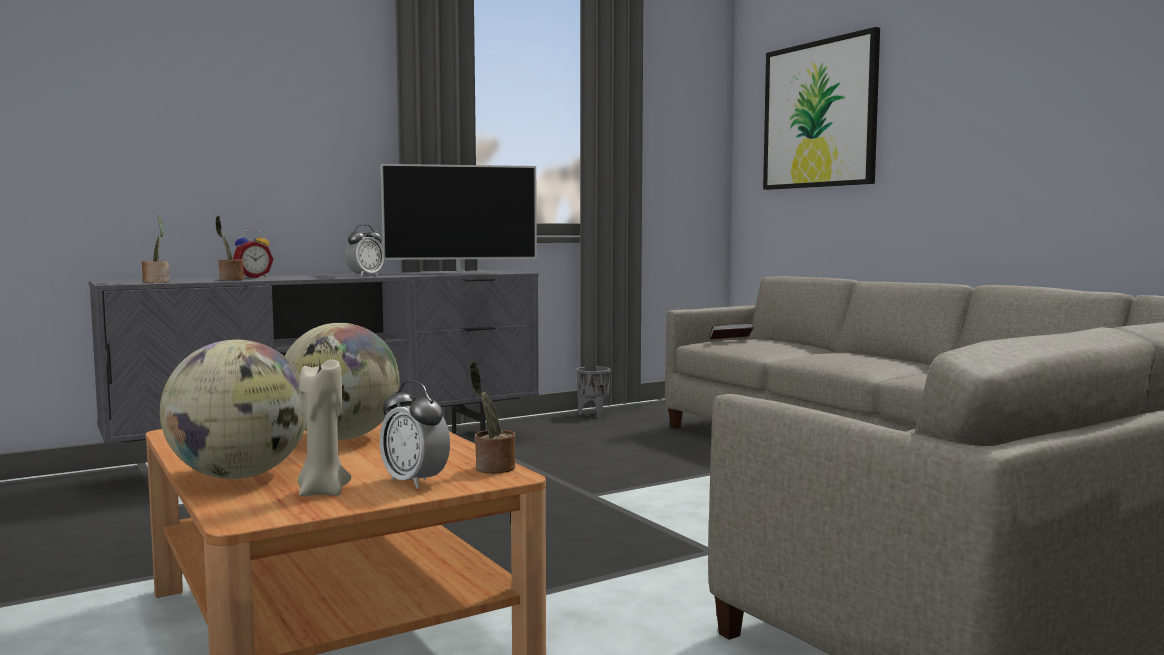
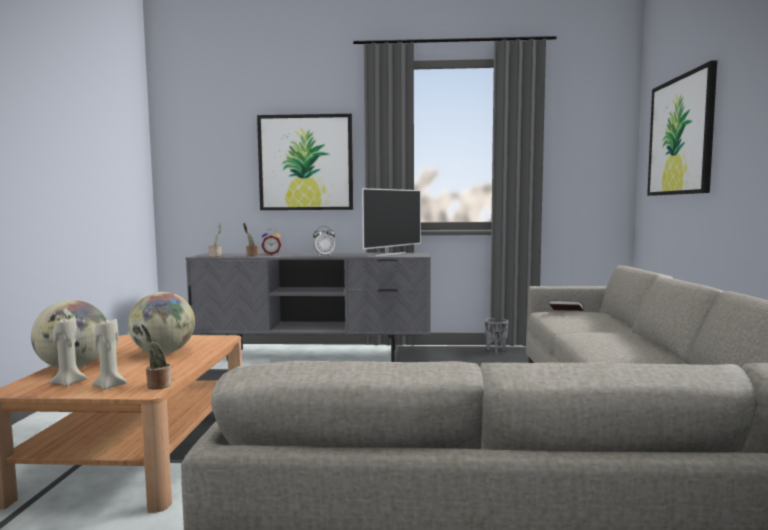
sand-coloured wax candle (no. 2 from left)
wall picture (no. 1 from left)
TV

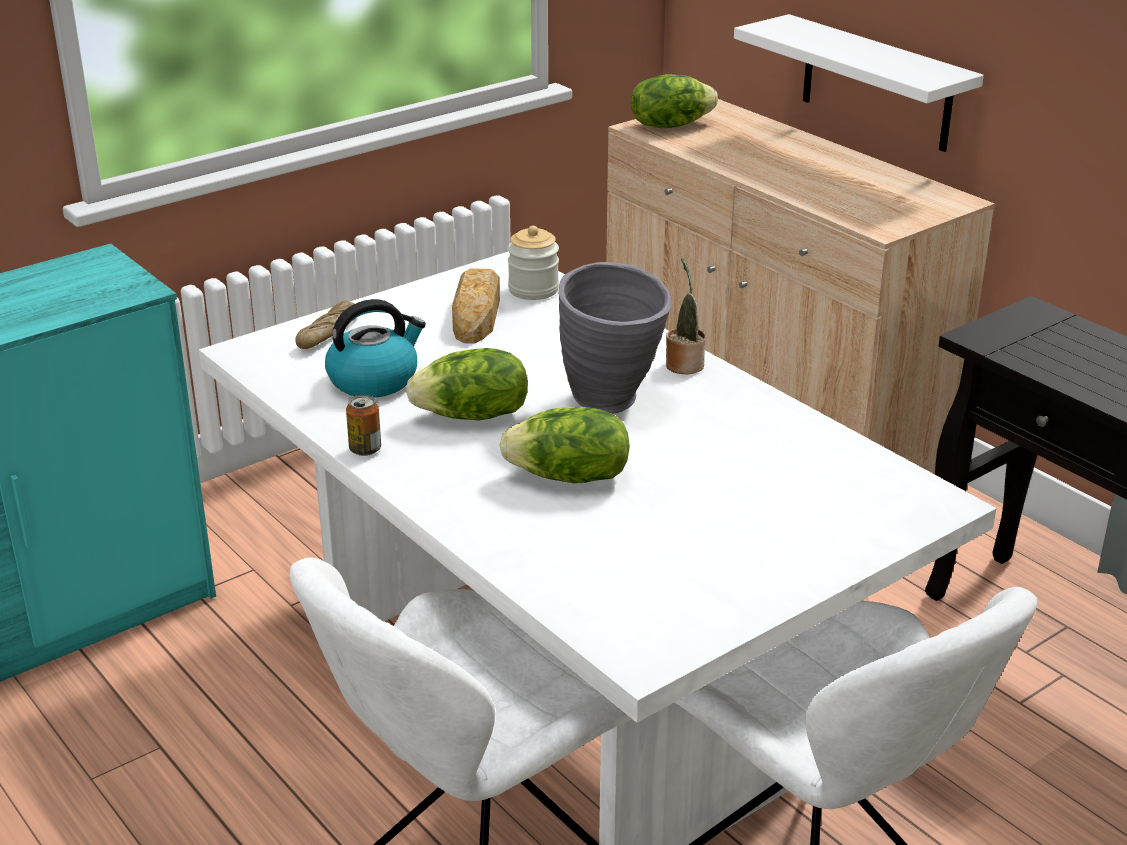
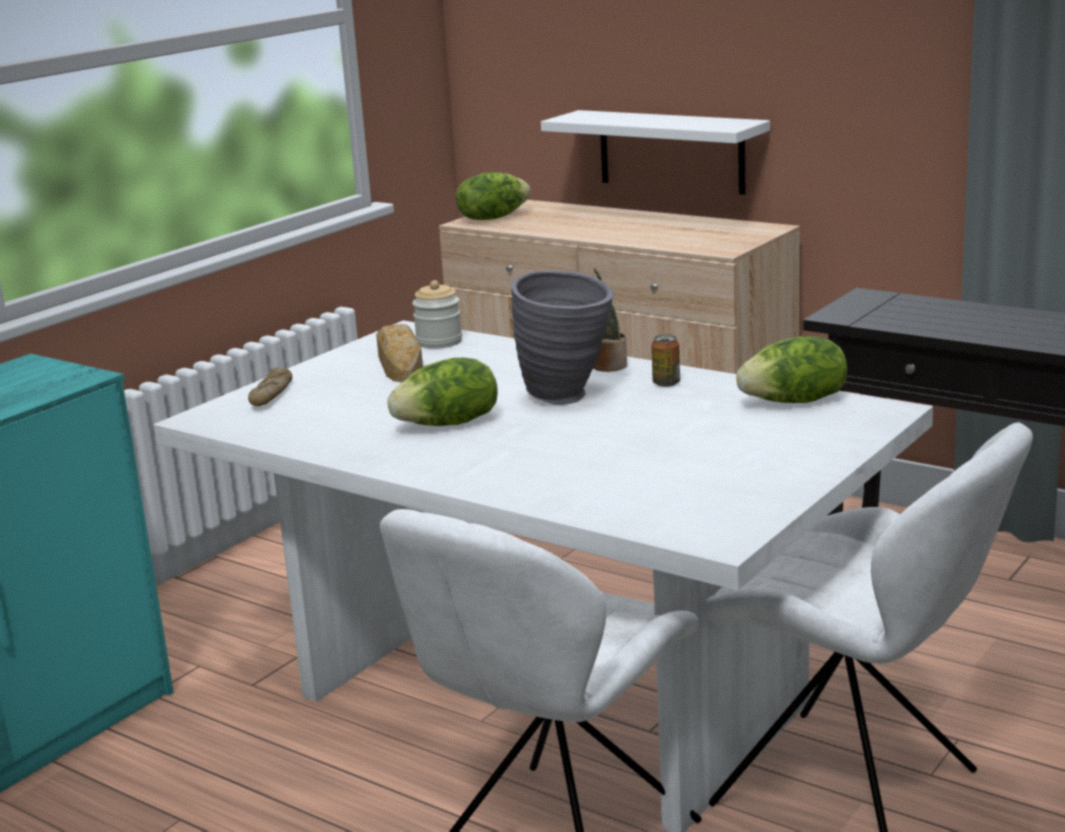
can
lettuce (no. 3 from left)
kettle

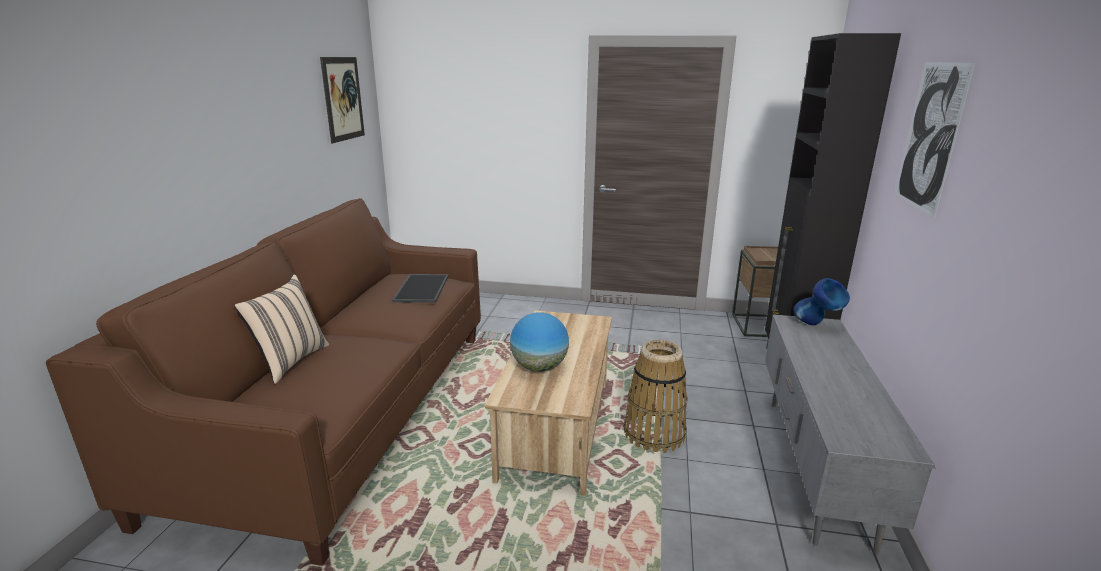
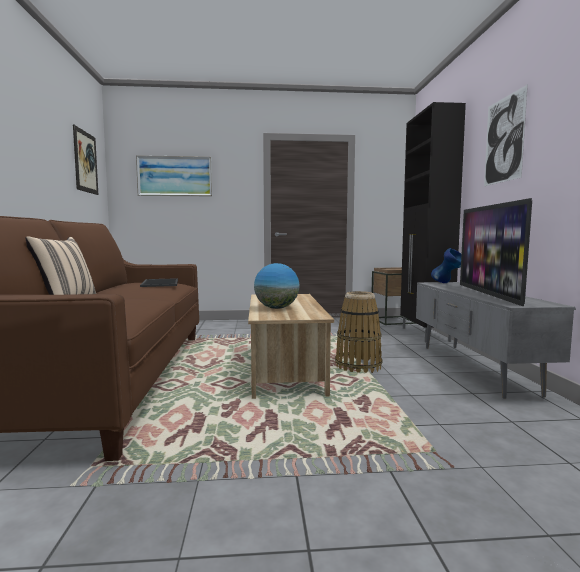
wall picture (no. 2 from left)
TV

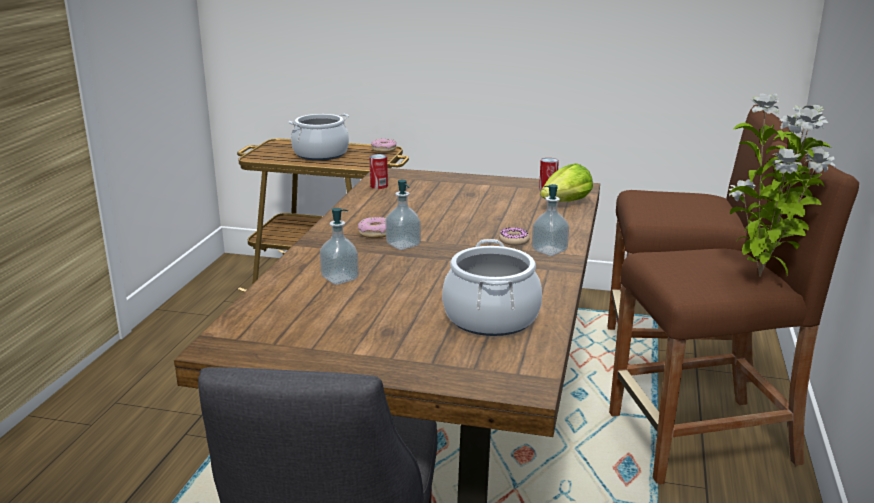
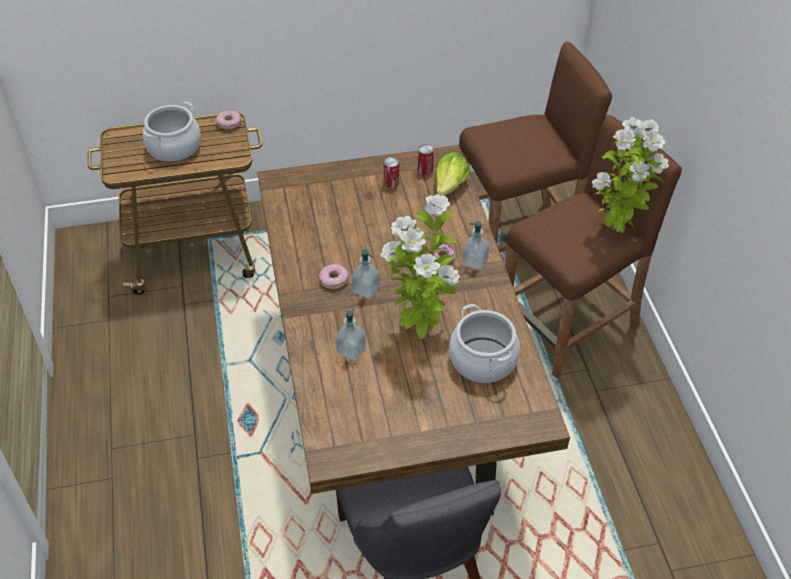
houseplant (no. 1 from left)
can (no. 1 from left)

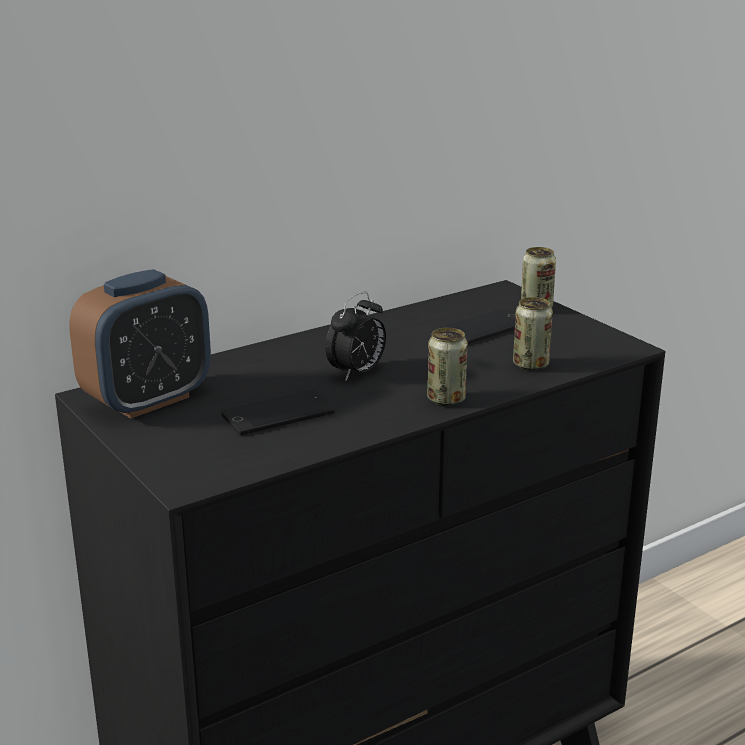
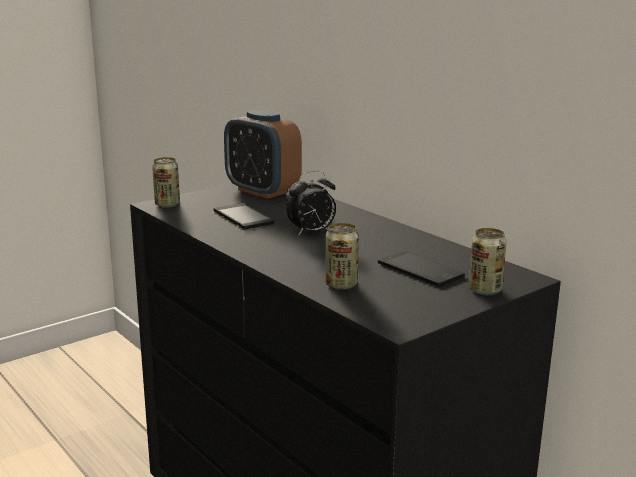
can (no. 1 from left)
alarm clock (no. 2 from left)

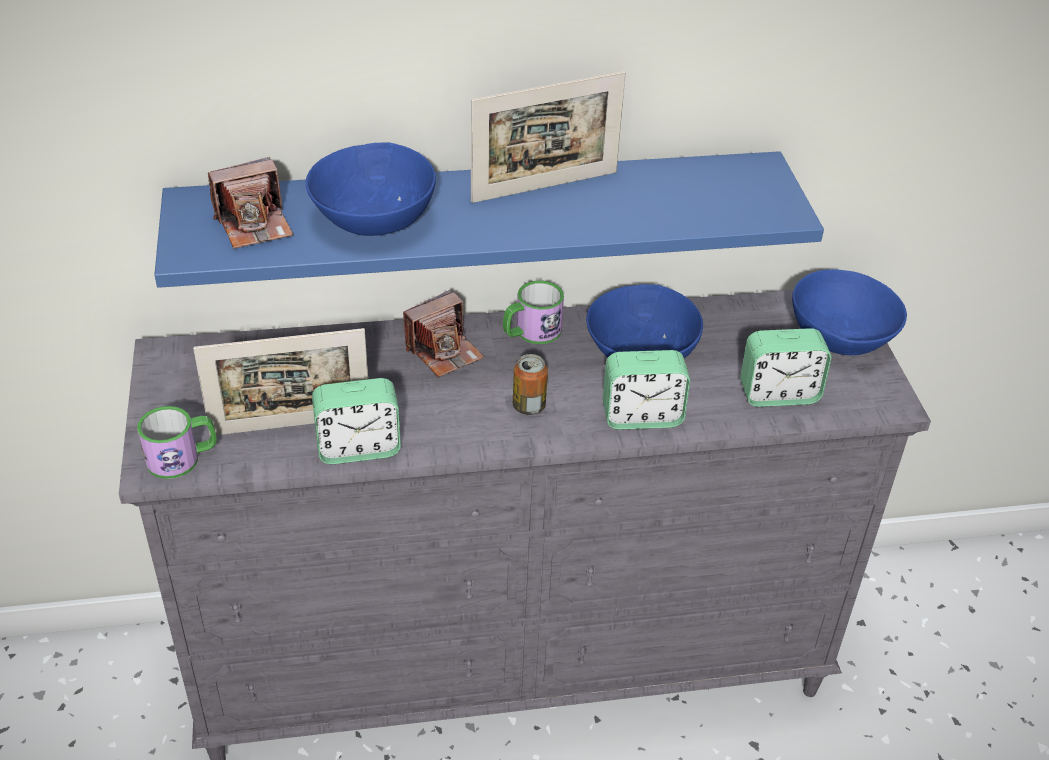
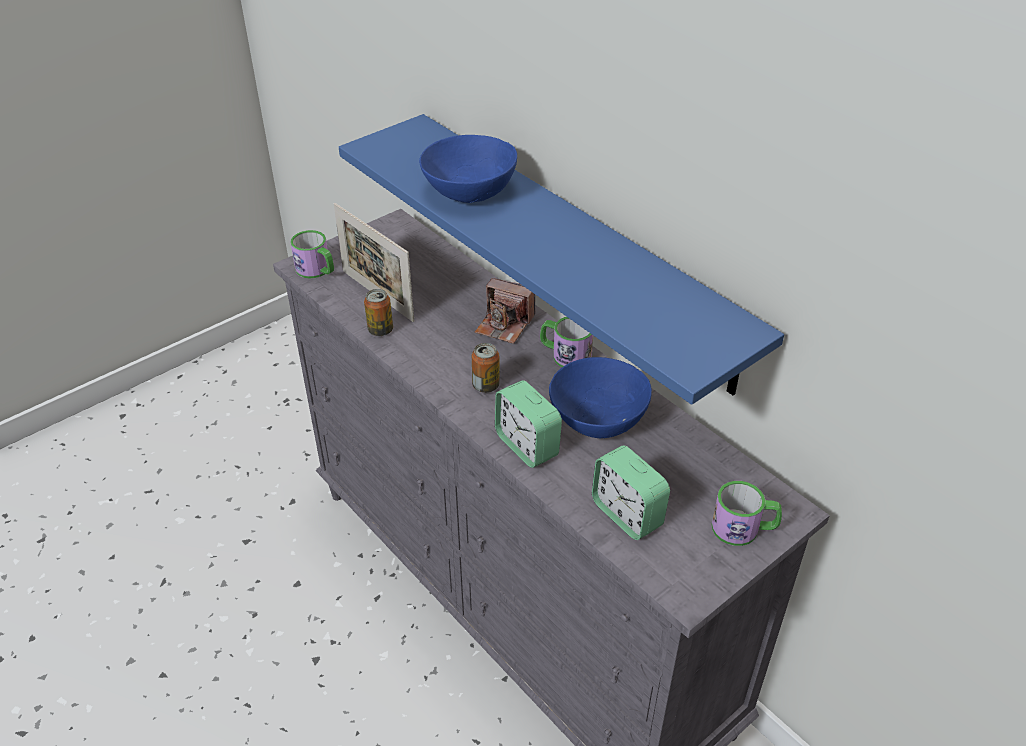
can (no. 1 from left)
tea mug (no. 3 from left)
photo camera (no. 1 from left in the first image)
picture frame (no. 2 from left in the first image)

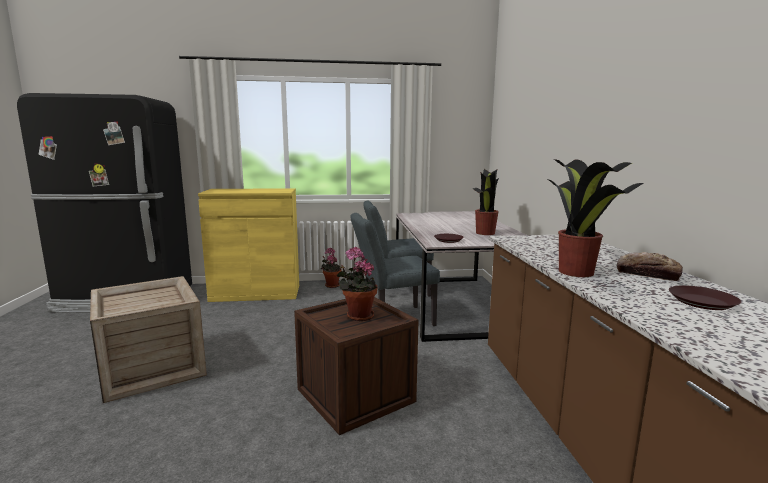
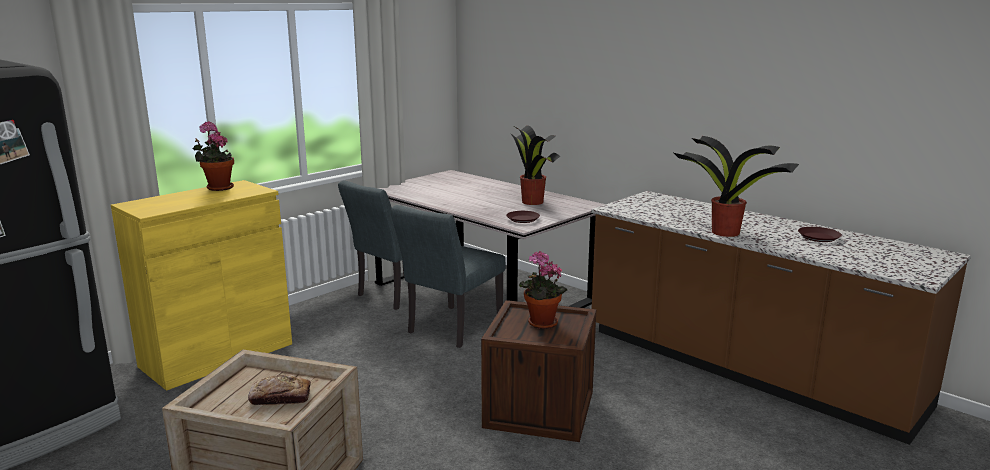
houseplant (no. 1 from left)
baked bread

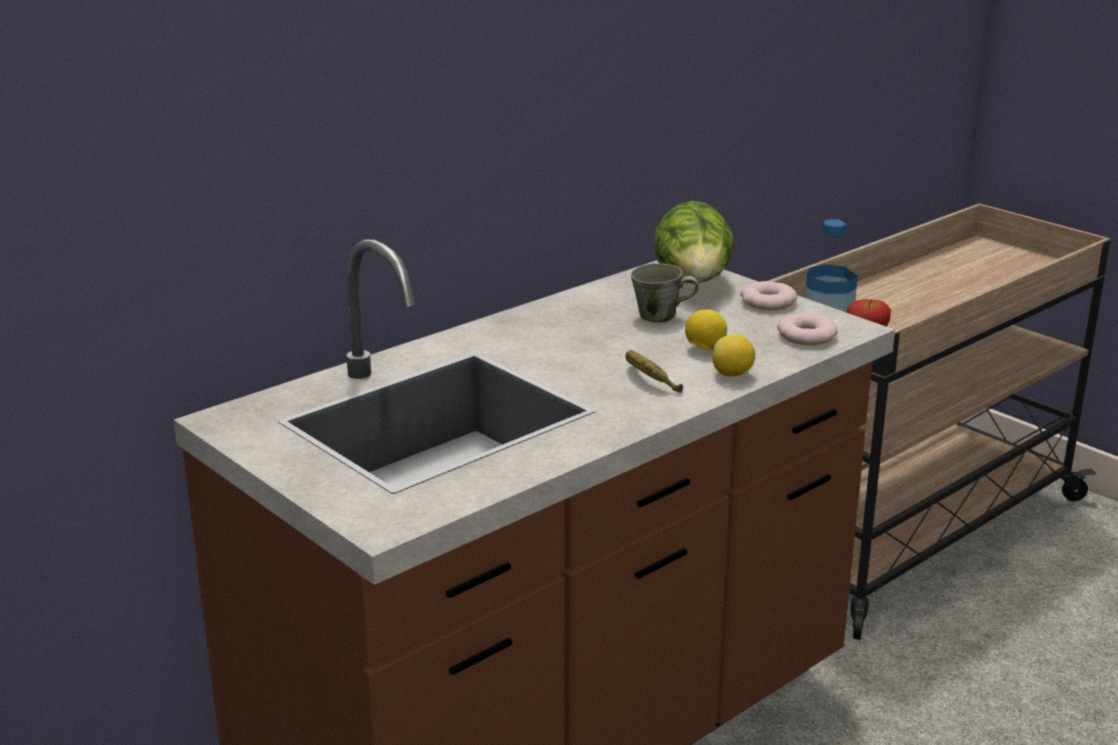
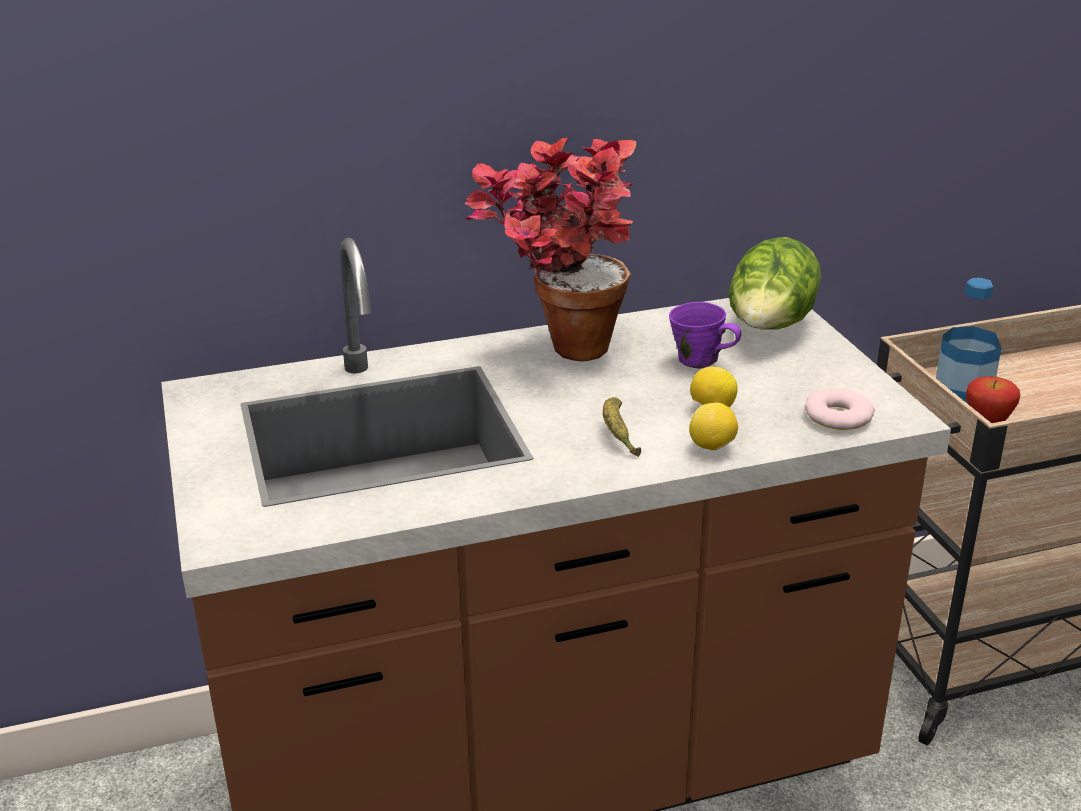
houseplant
purple-coloured tea mug
donut (no. 1 from left in the first image)

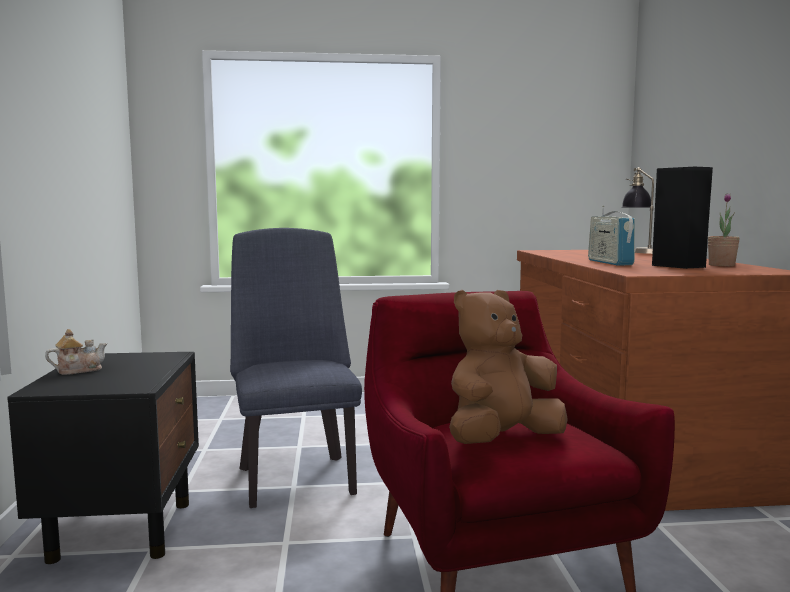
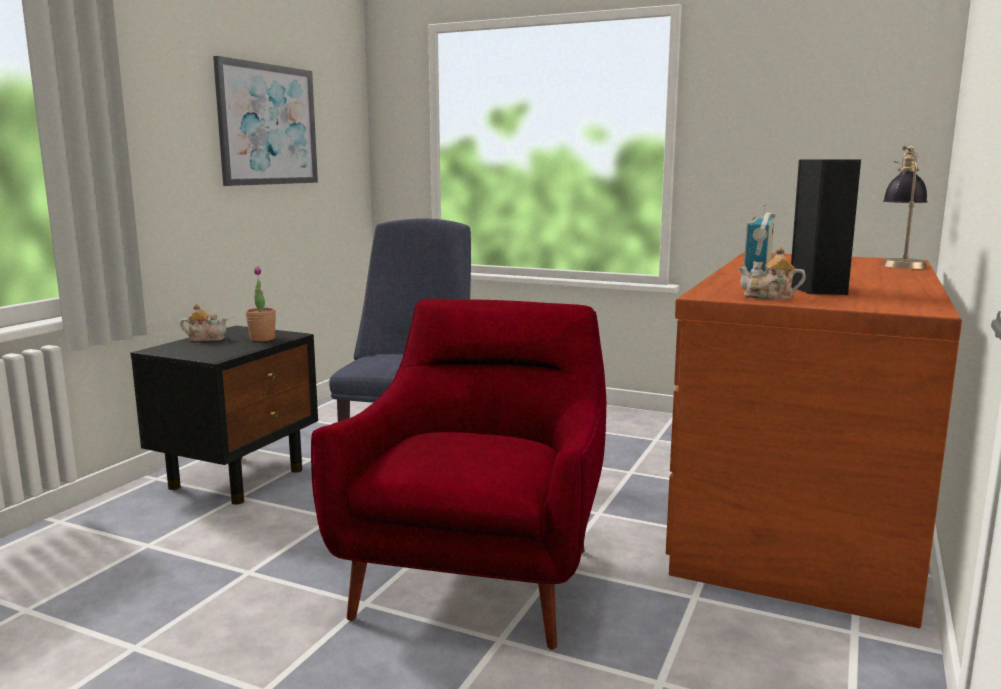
wall picture
houseplant
pot for tea (no. 2 from left)
brownish plush toy

